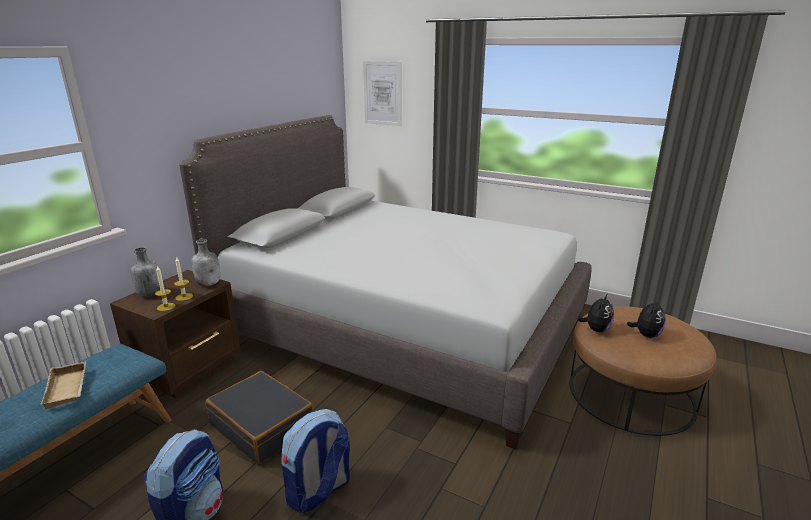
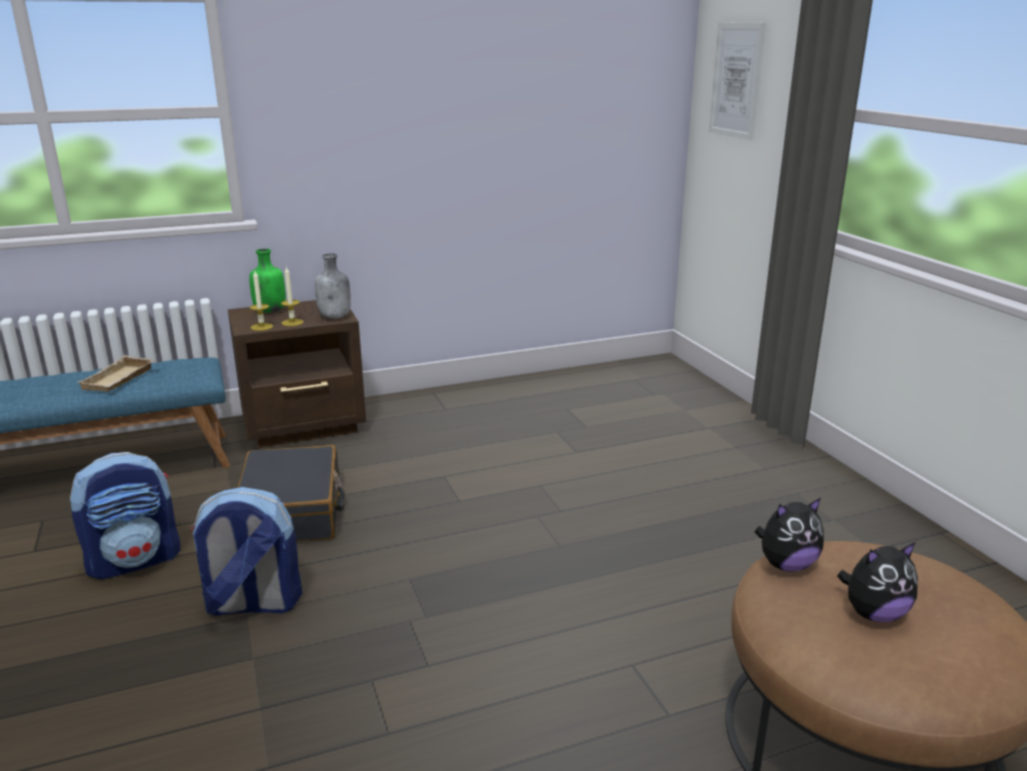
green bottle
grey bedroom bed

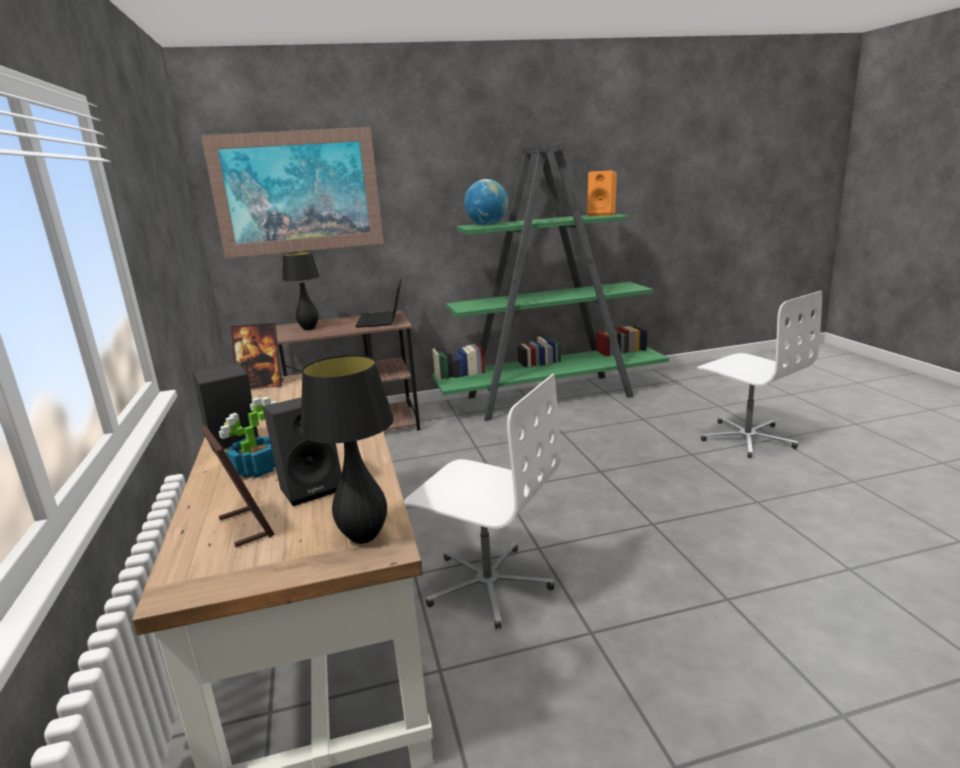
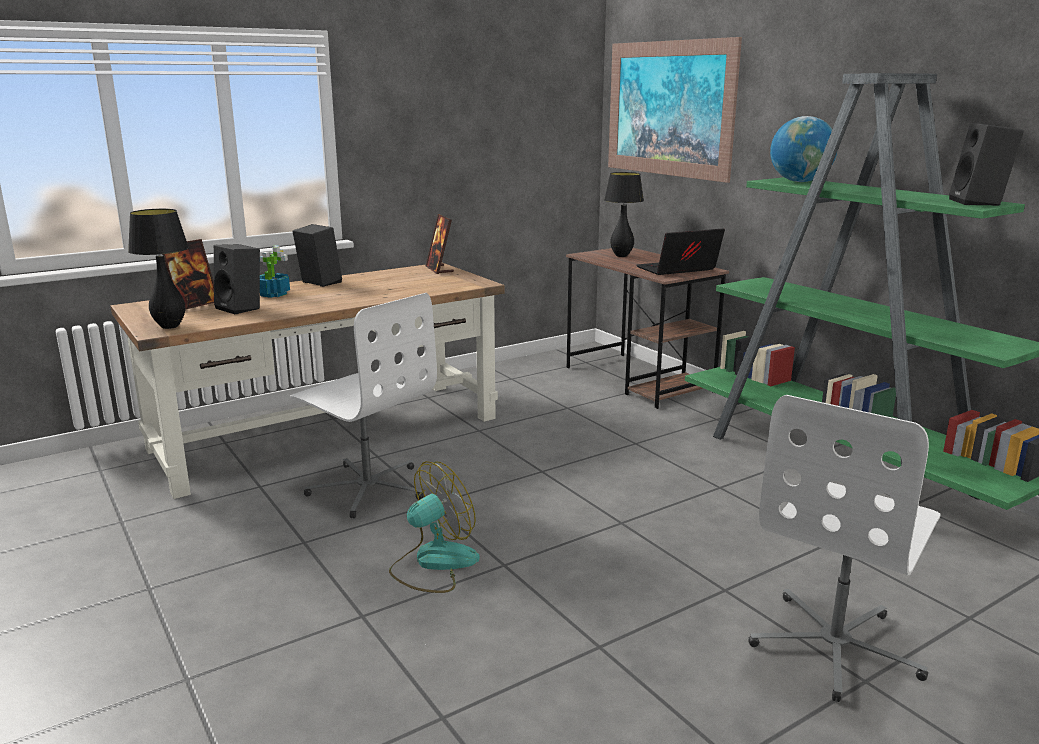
white office chair (no. 1 from left)
cooling fan
black audio speaker (no. 3 from left)

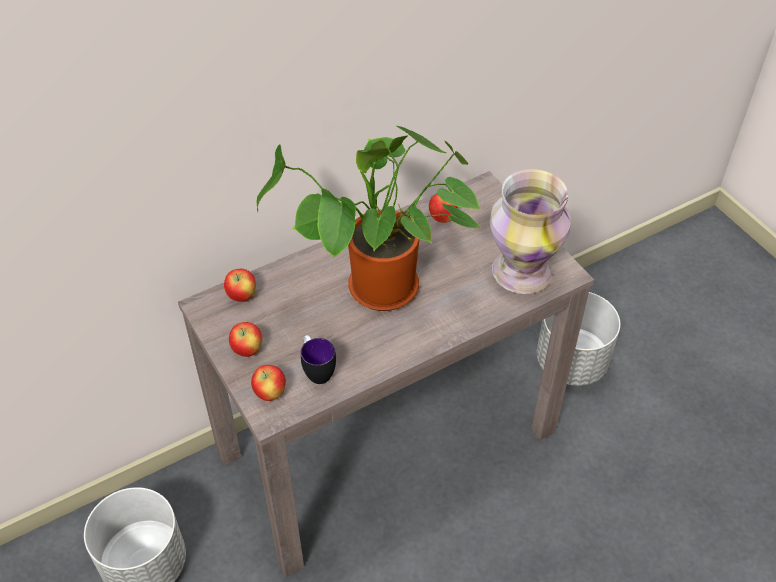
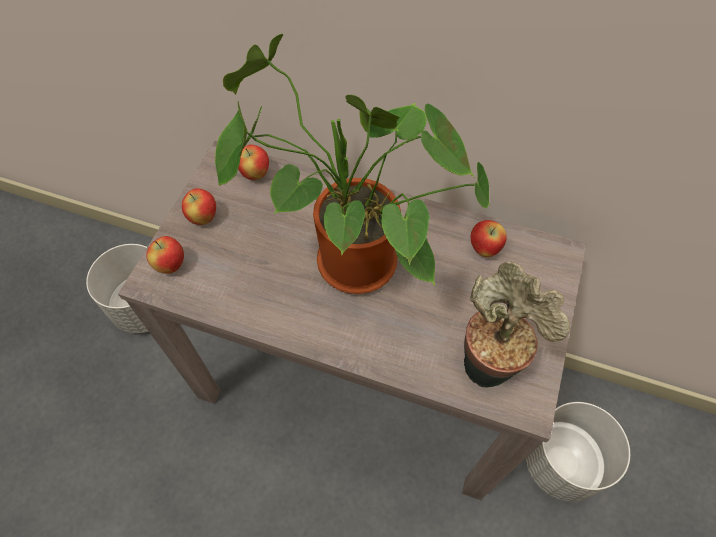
houseplant (no. 2 from left)
tea mug

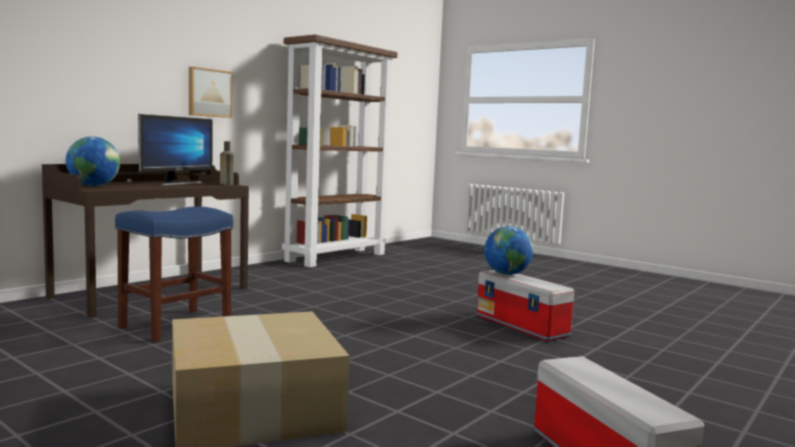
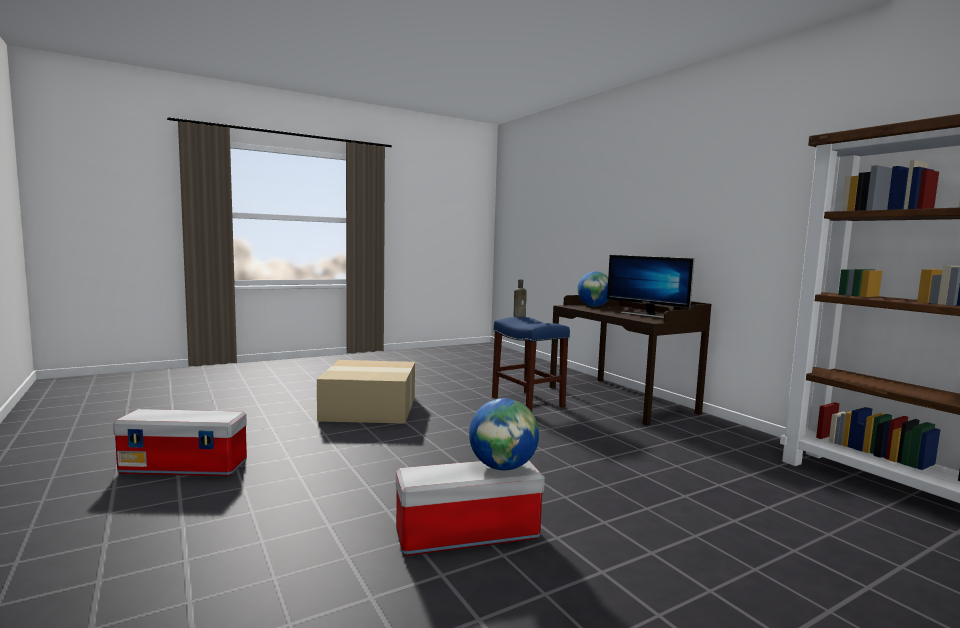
brownish bottle
wall picture

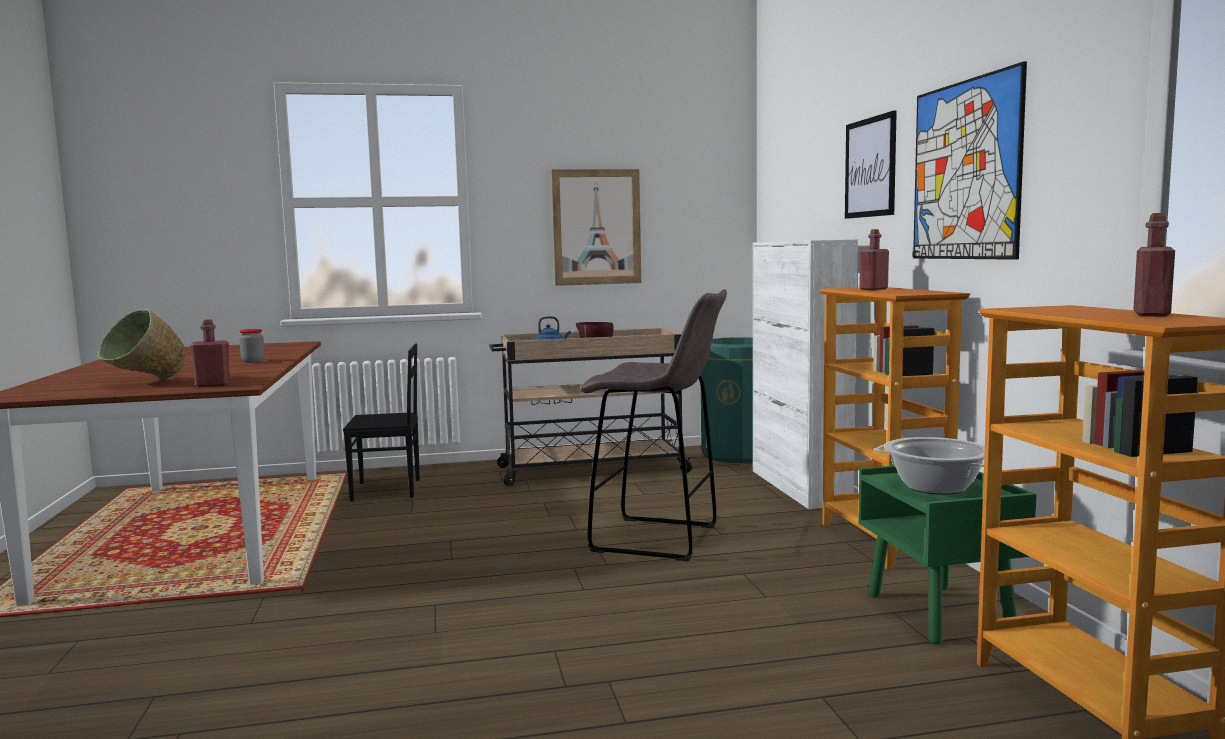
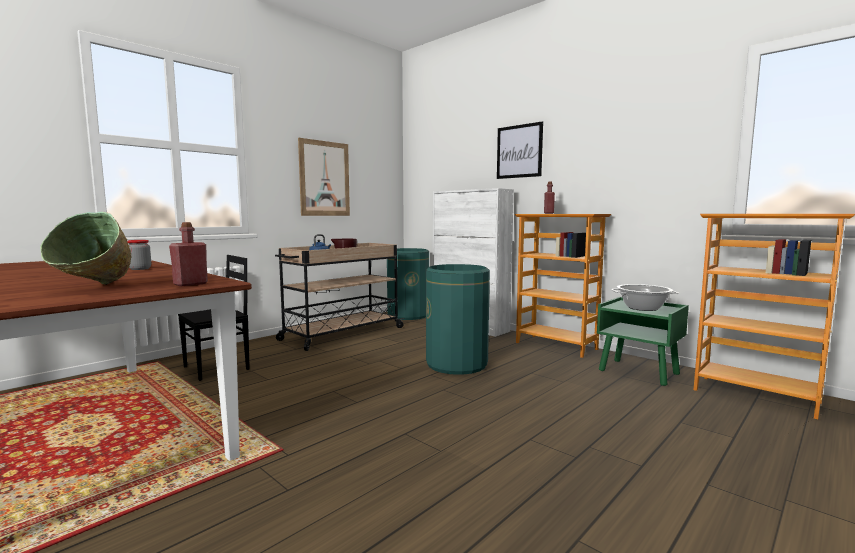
green waste bin (no. 2 from left)
wall picture (no. 3 from left in the first image)
red-coloured bottle (no. 3 from left in the first image)

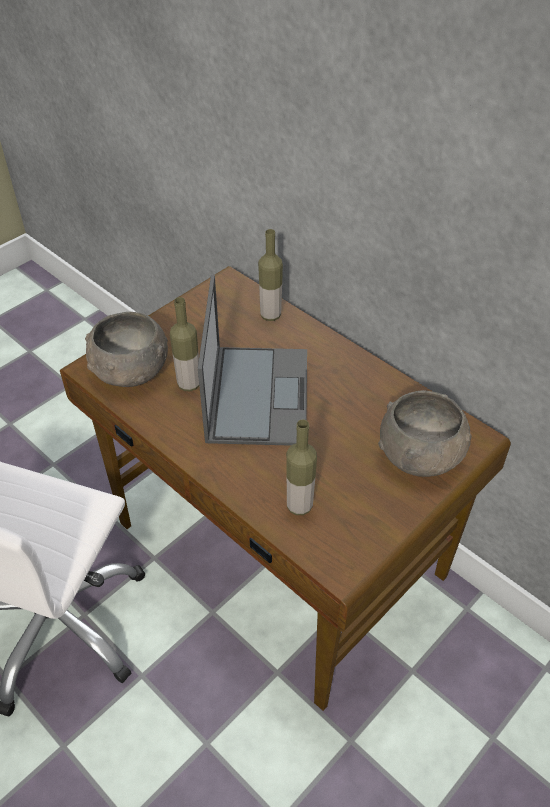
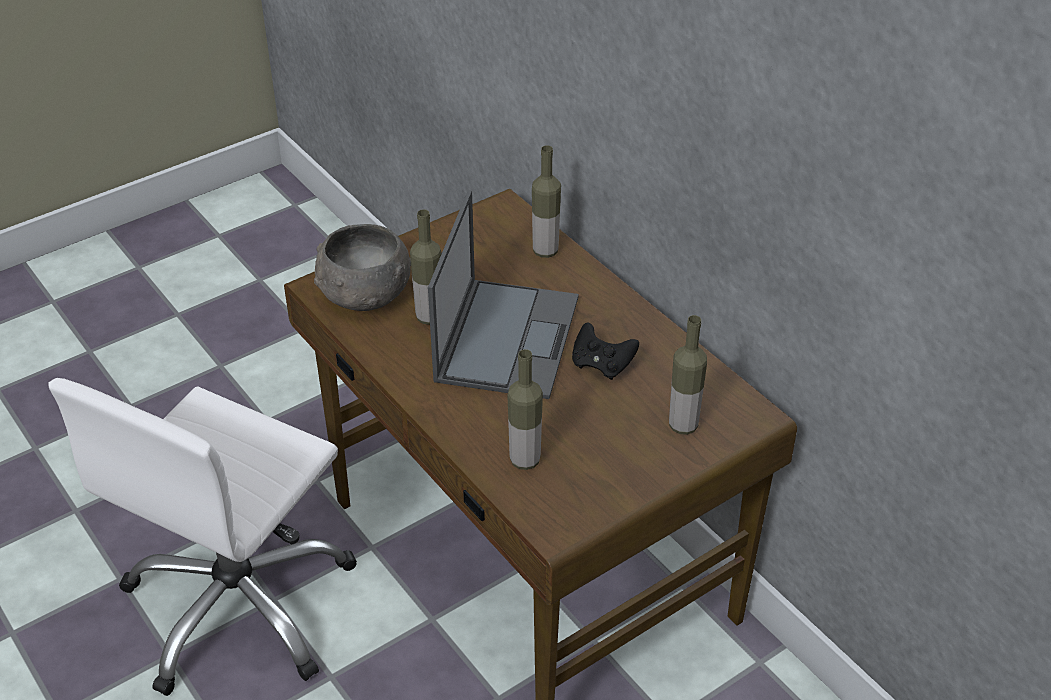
black joypad
bottle (no. 4 from left)

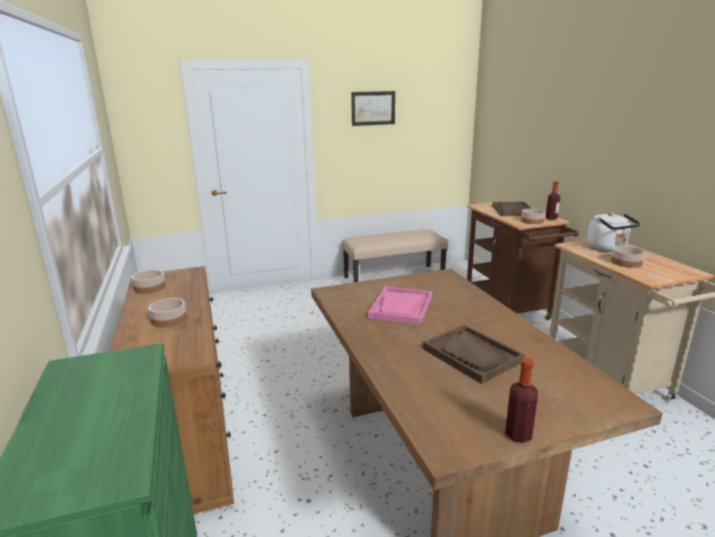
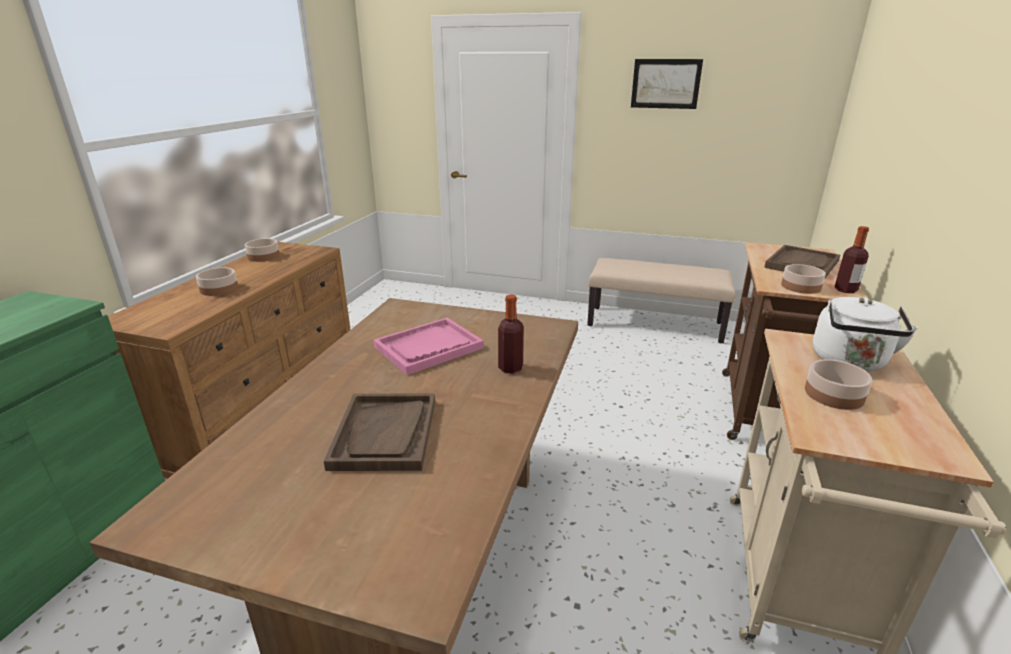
bottle (no. 1 from left)

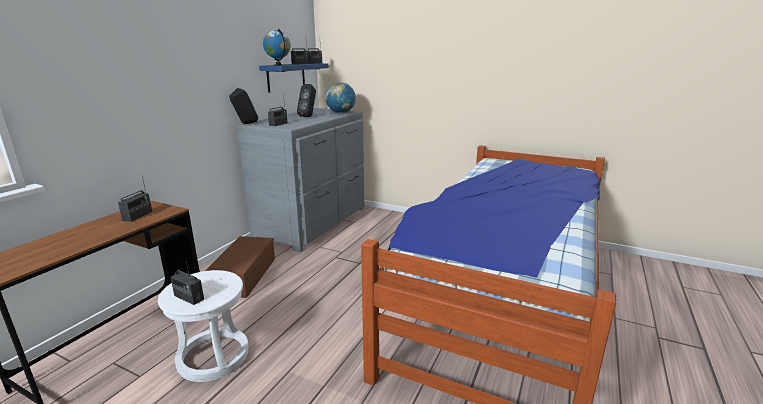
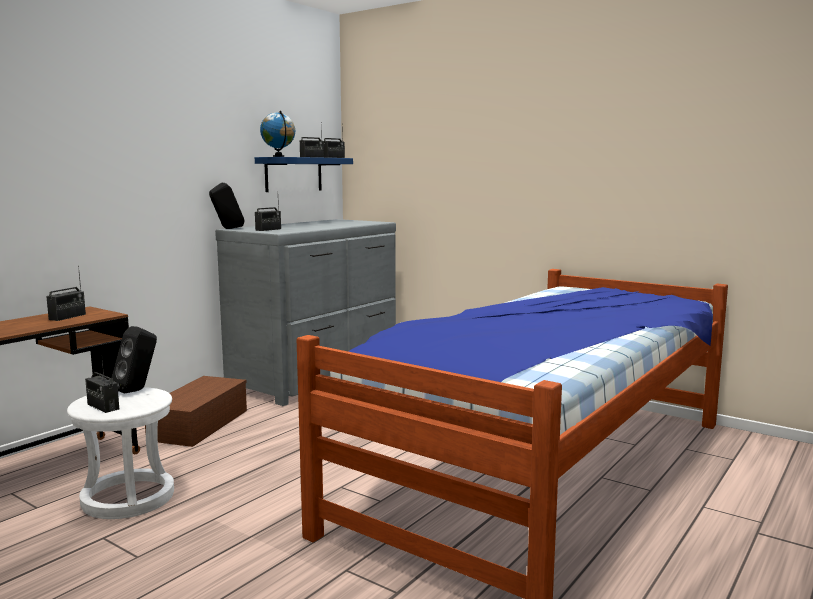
black audio speaker (no. 1 from left)
world globe (no. 2 from left in the first image)

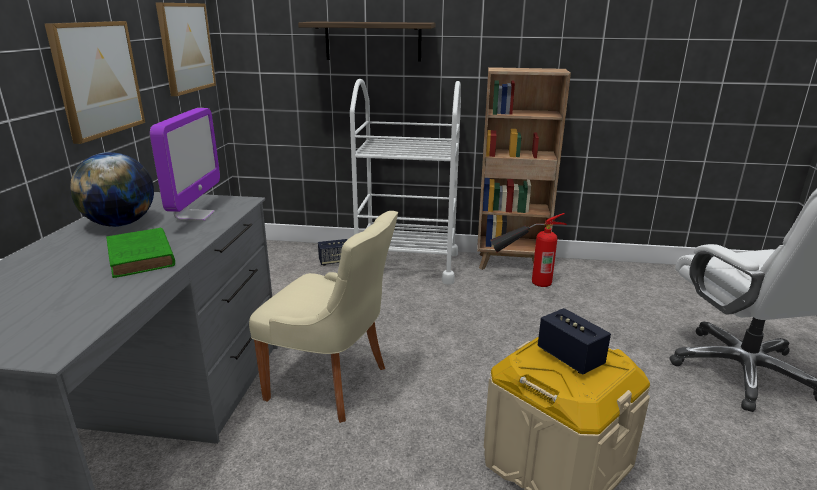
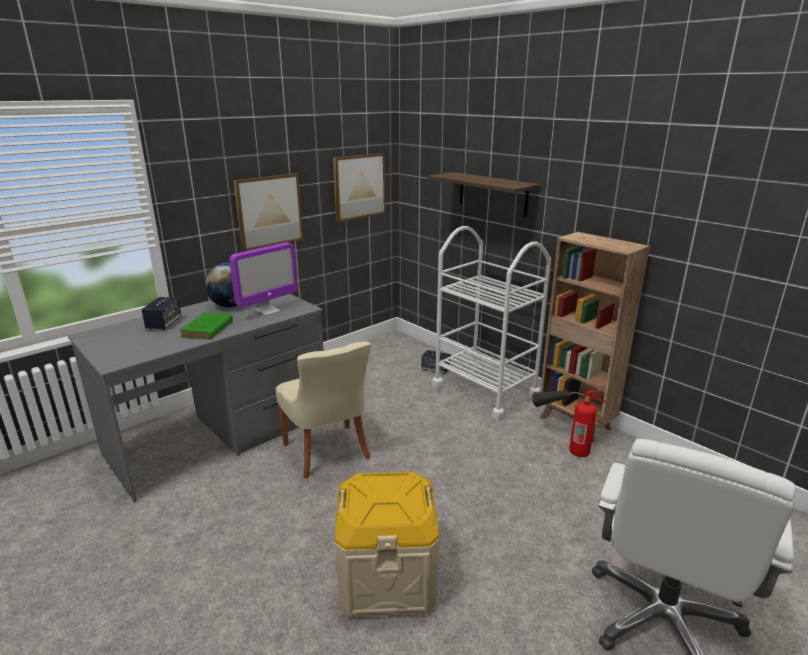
audio speaker (no. 1 from left)

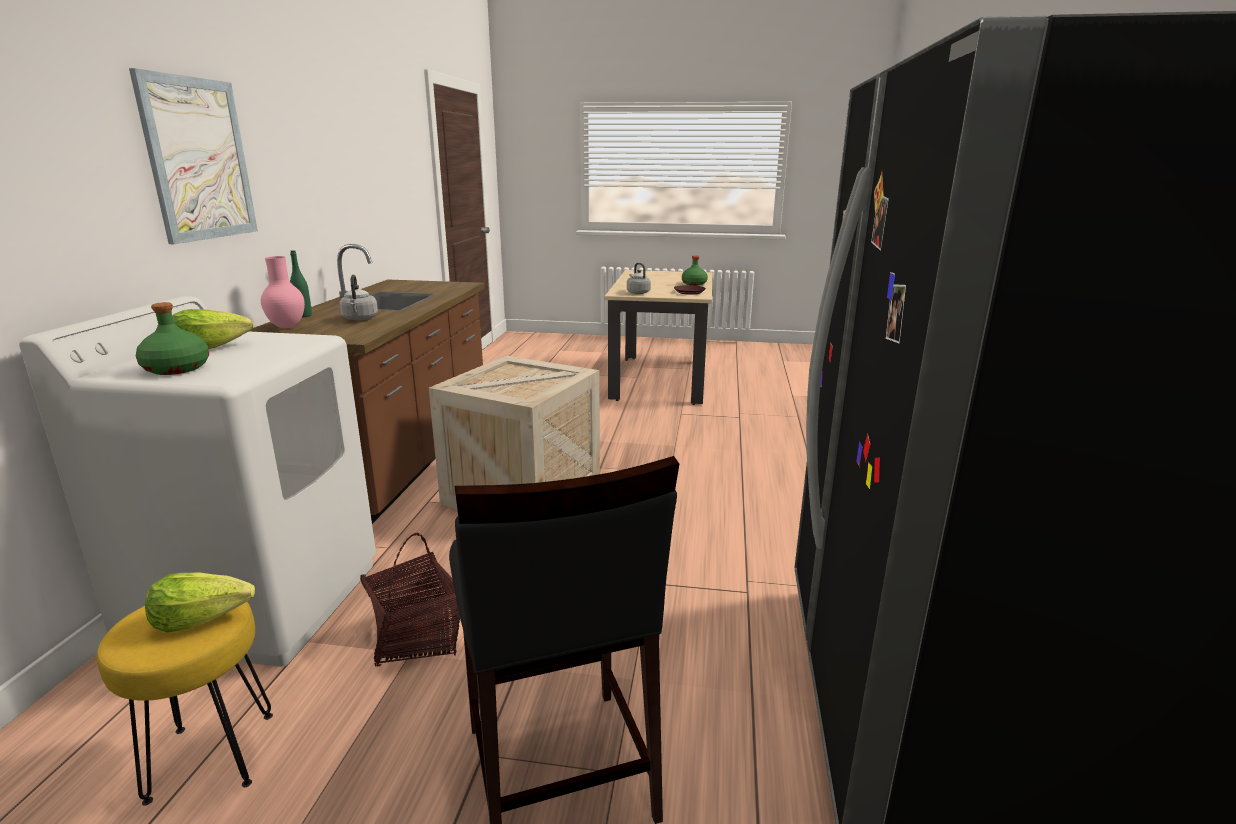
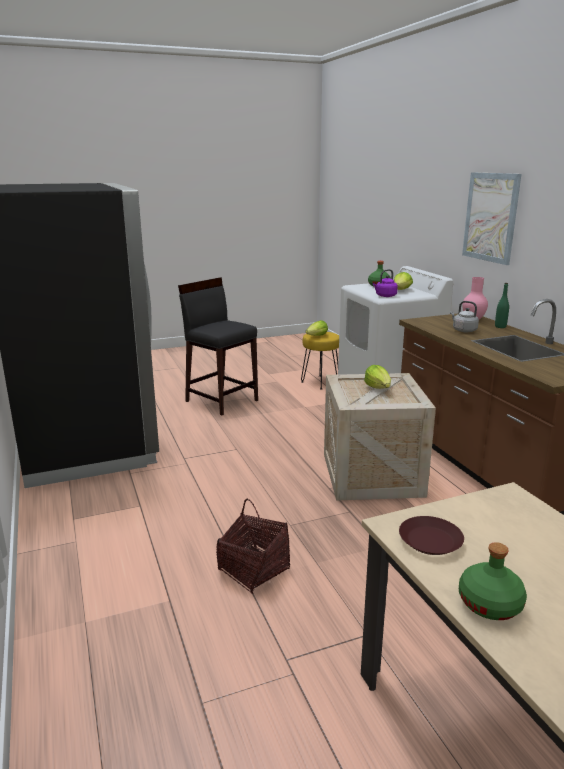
household basket
lettuce (no. 2 from left)
purple-coloured kettle
grey kettle (no. 2 from left in the first image)

